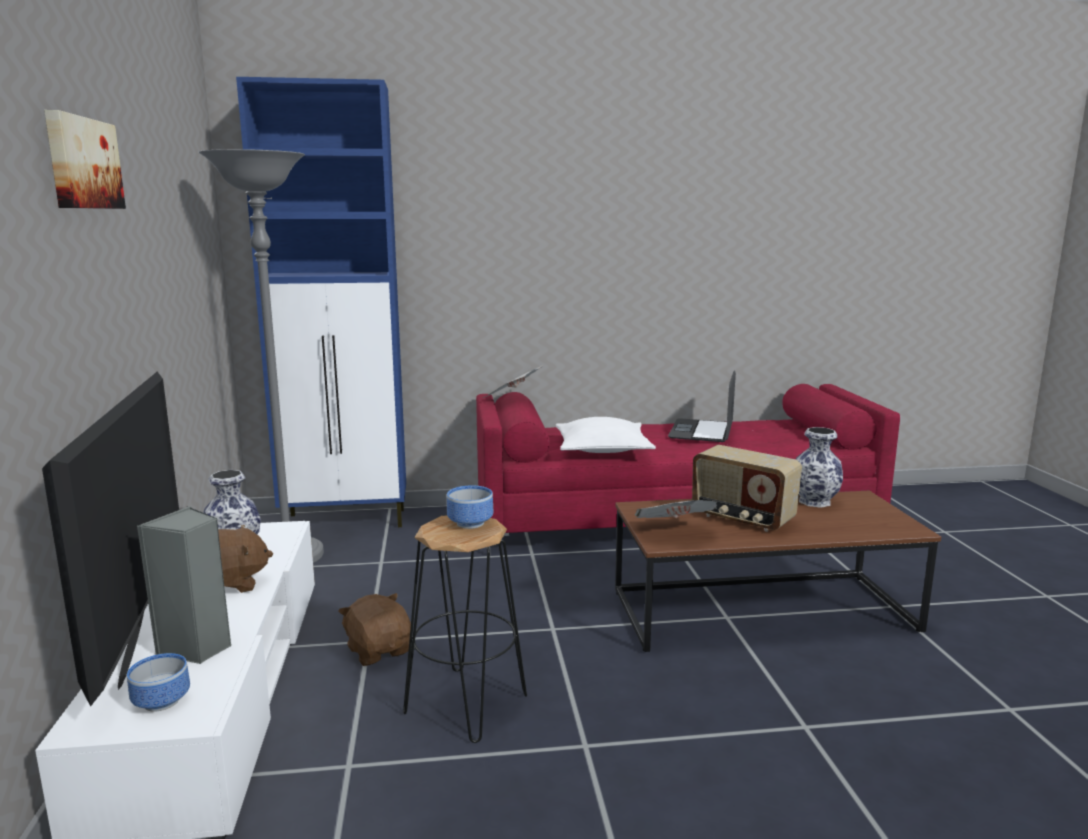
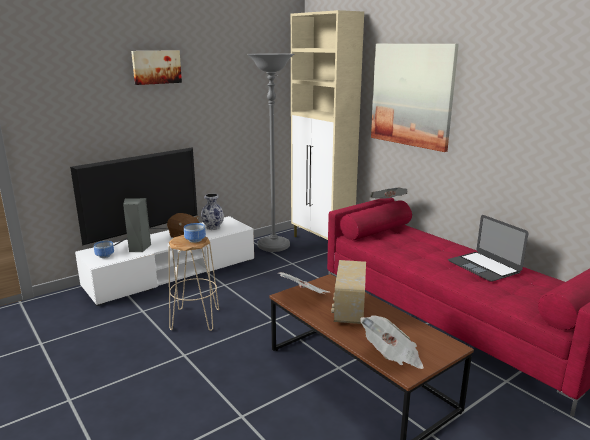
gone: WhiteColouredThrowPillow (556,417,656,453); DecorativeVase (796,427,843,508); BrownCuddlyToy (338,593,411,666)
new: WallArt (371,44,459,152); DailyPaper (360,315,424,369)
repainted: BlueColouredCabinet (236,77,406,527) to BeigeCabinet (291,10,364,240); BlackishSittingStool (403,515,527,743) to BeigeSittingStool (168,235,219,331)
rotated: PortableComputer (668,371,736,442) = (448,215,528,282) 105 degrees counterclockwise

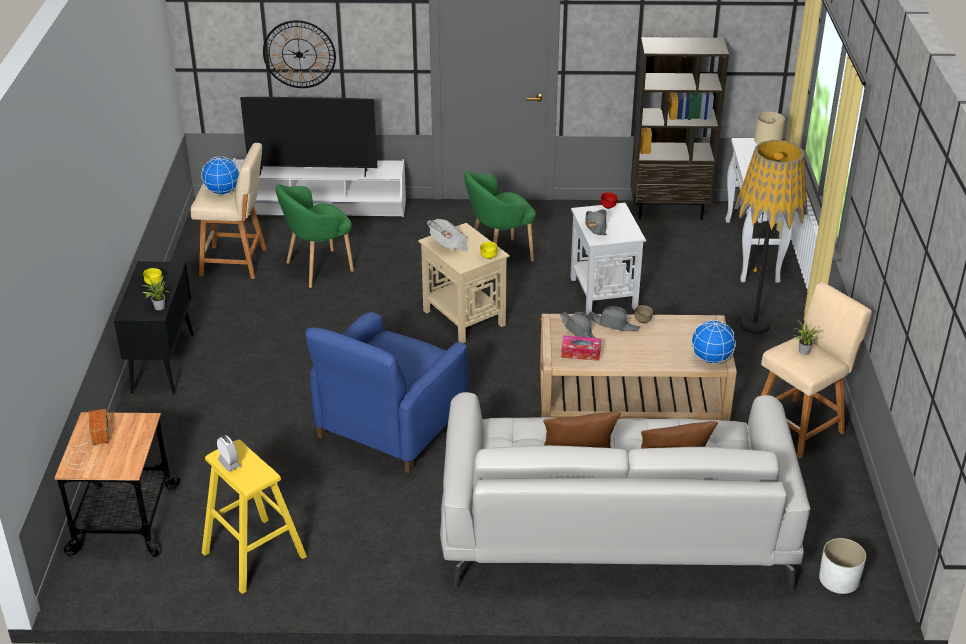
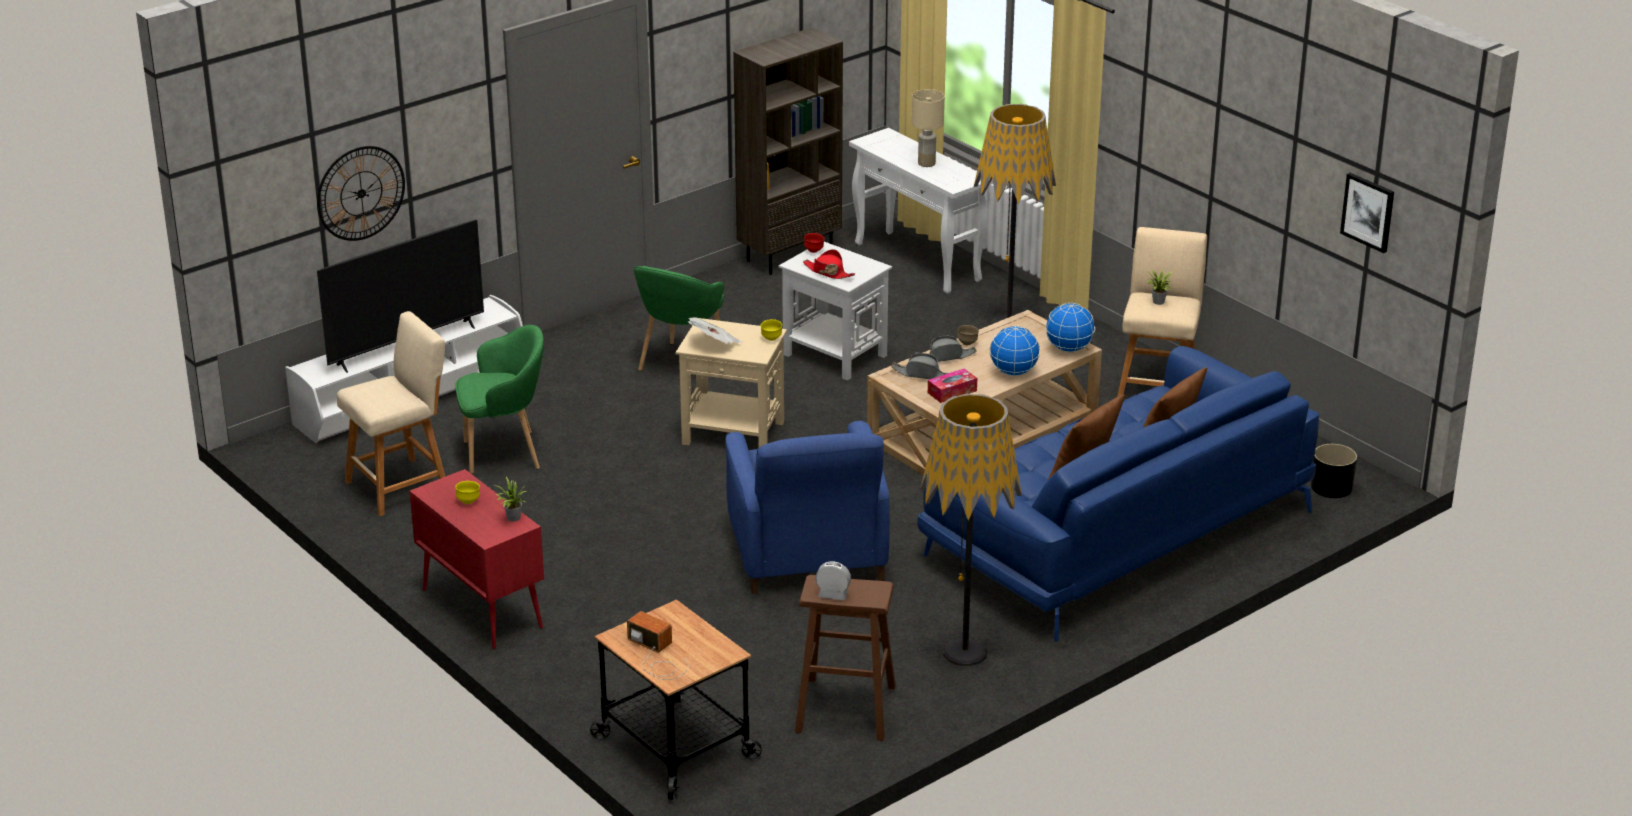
new: WallArt (1340,173,1394,253); FloorLamp (920,394,1022,666)
shifted: DeskGlobe (201,156,239,195) to (990,326,1040,376)
repainted: GreyishWearableHat (585,209,607,235) to ReddishWearableHat (803,249,855,279); BlackishCabinet (114,261,194,394) to ReddishCabinet (409,469,544,649); WhiteColouredCouch (440,392,810,592) to BlueColouredCouch (917,346,1319,642); YellowColouredSittingStool (202,440,307,594) to BrownSittingStool (795,575,896,741); WhiteColouredPlantPot (819,538,866,594) to BlackishPlantPot (1311,444,1357,498)
rotated: GreenArmchair (275,184,354,288) = (455,325,544,474) 120 degrees counterclockwise

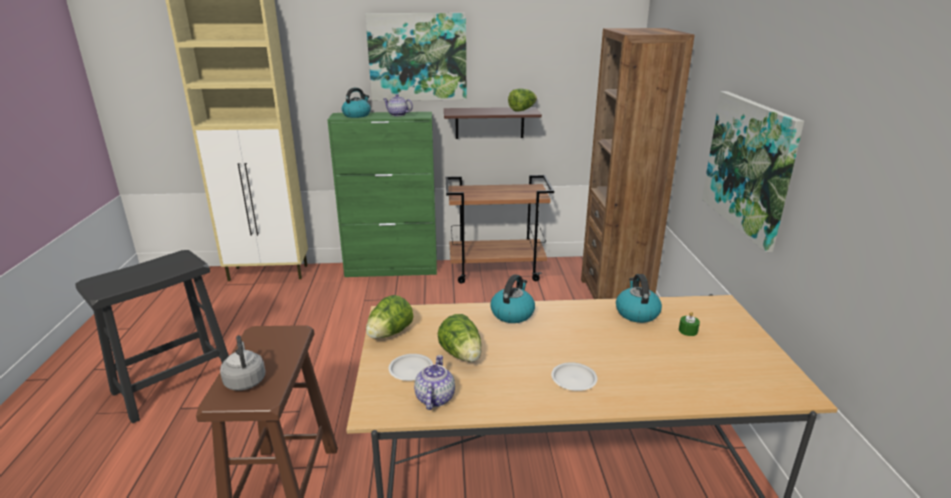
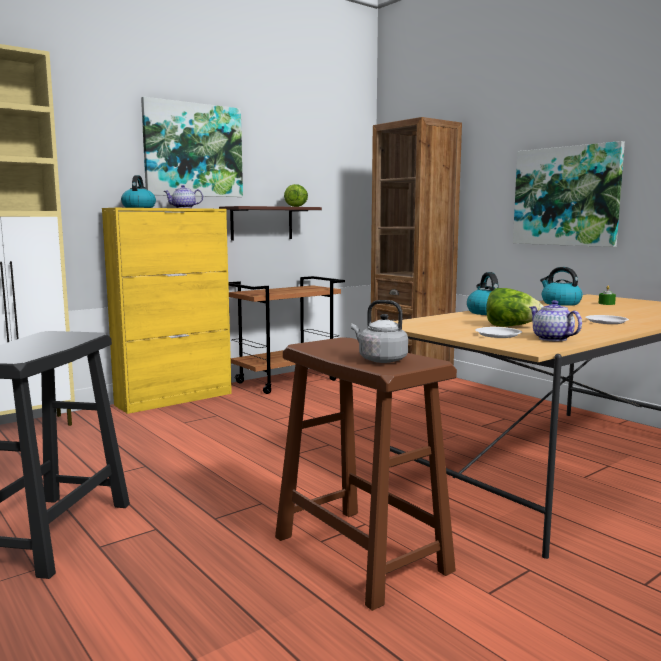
gone: HeadOfLettuce (366,295,413,339)
repainted: GreenCabinet (327,112,437,277) to YellowColouredCabinet (102,208,232,414)

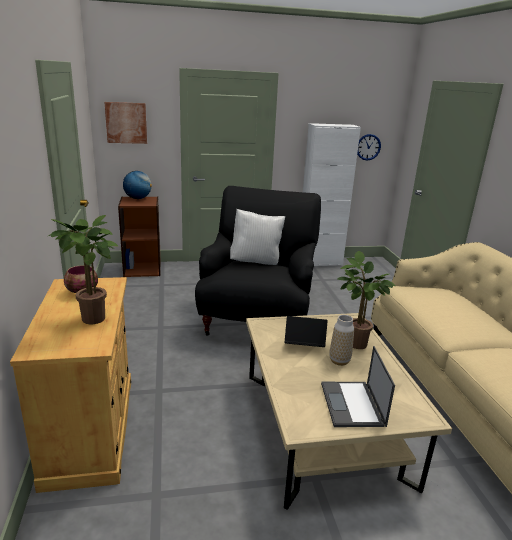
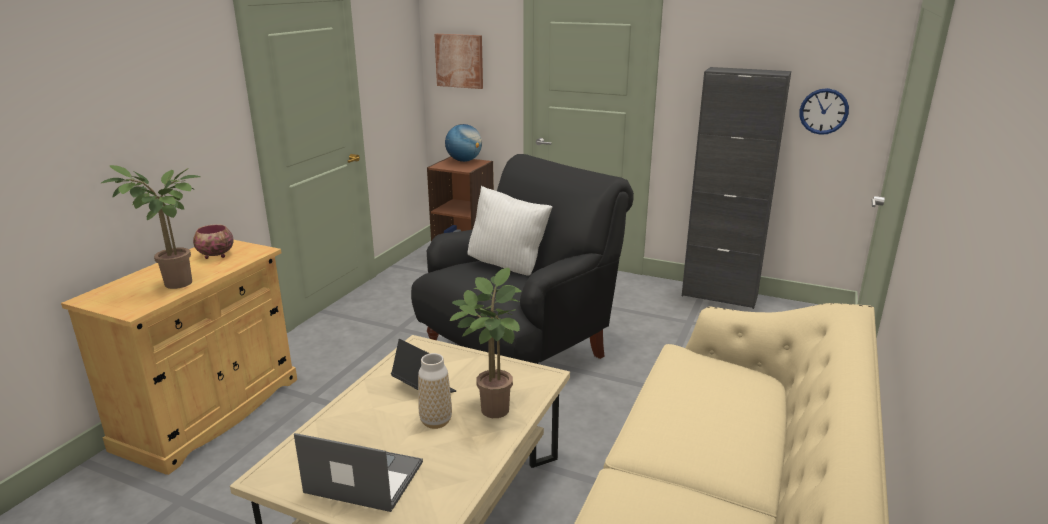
repainted: WhiteColouredCabinet (303,123,361,266) to BlackishCabinet (682,67,791,309)
rotated: PortableComputer (321,346,395,427) = (294,433,423,512) 75 degrees clockwise

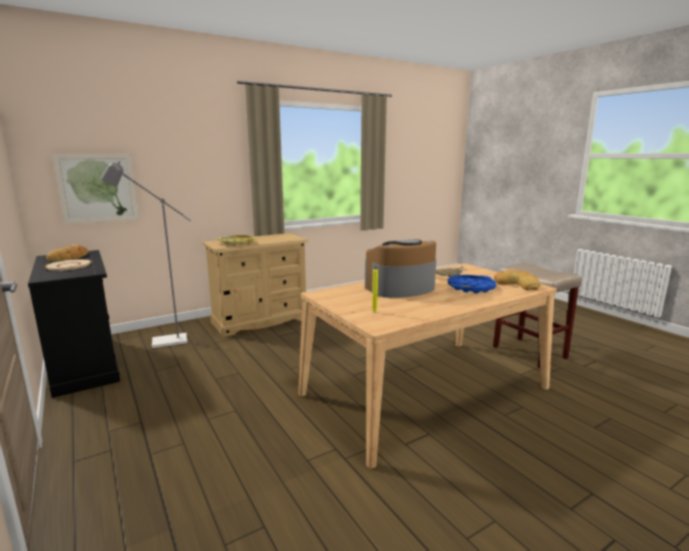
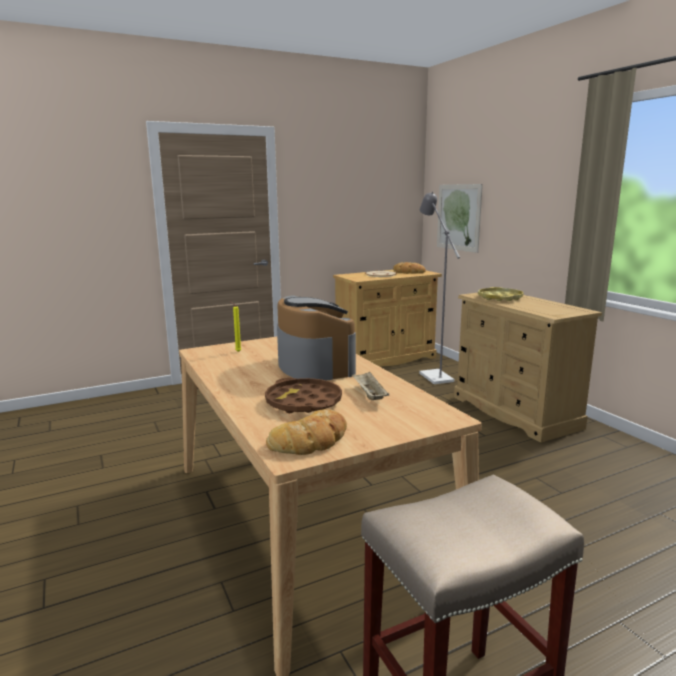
repainted: BlackishCabinet (28,250,120,398) to BeigeCabinet (333,270,442,367); BlueColouredTray (448,275,496,294) to BrownTray (265,378,342,413)

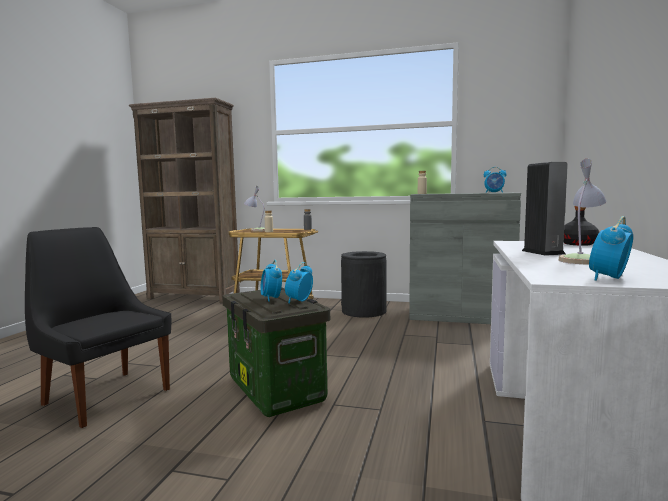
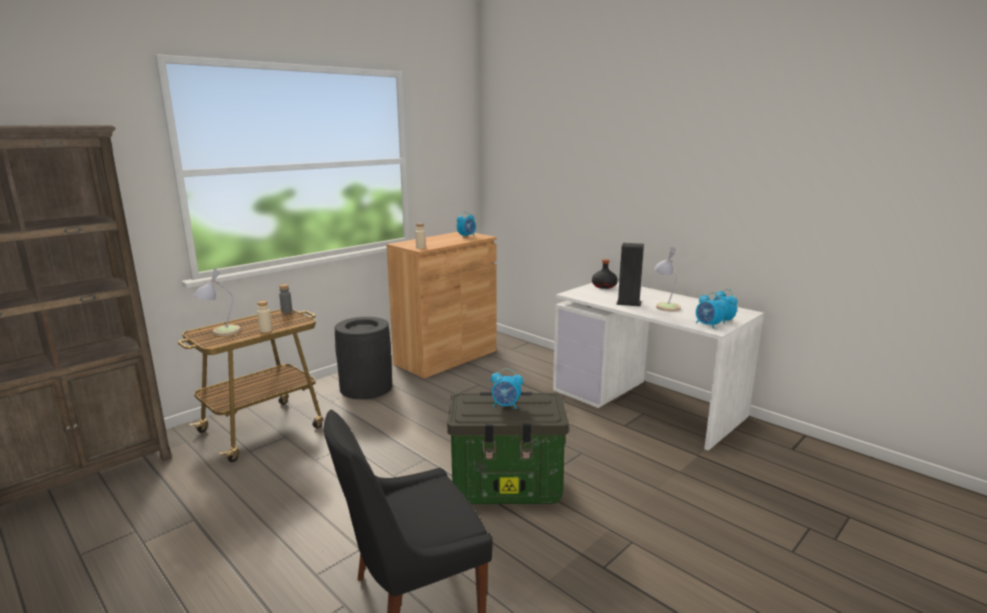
shifted: AlarmClock (285,262,313,304) to (696,292,726,329)
repainted: GreyishCabinet (409,193,521,324) to BrownCabinet (386,232,496,378)

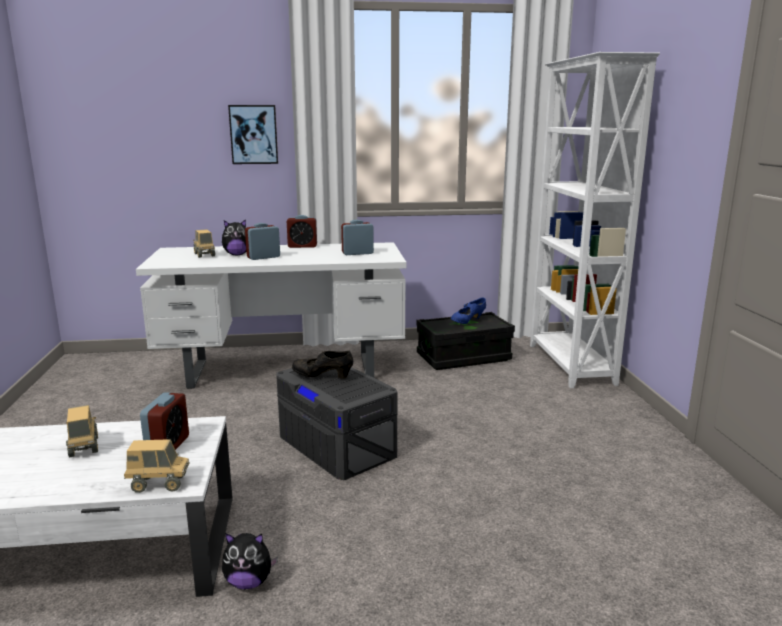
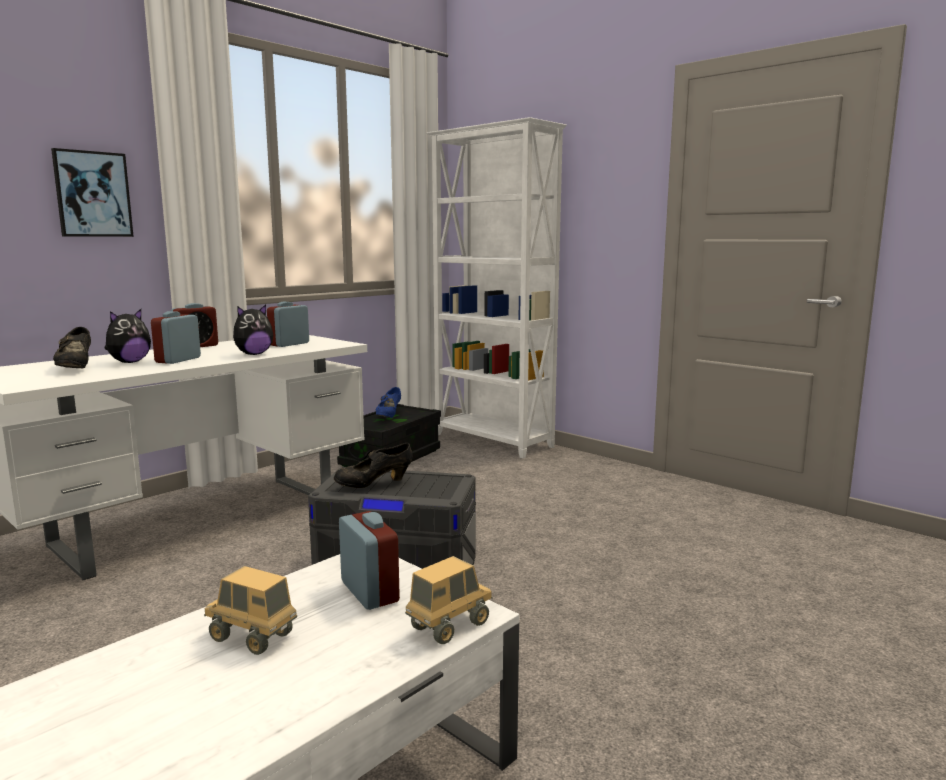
shifted: CuddlyToy (222,533,278,589) to (233,305,273,355)
swapped: ToyLorry (193,229,215,258) to BlackishItemOfFootwear (53,327,91,368)

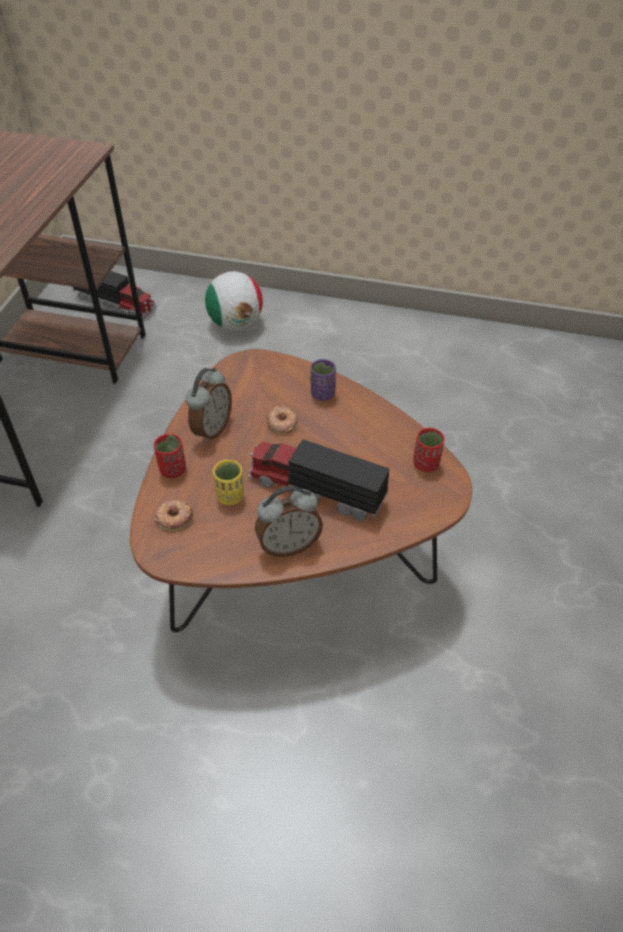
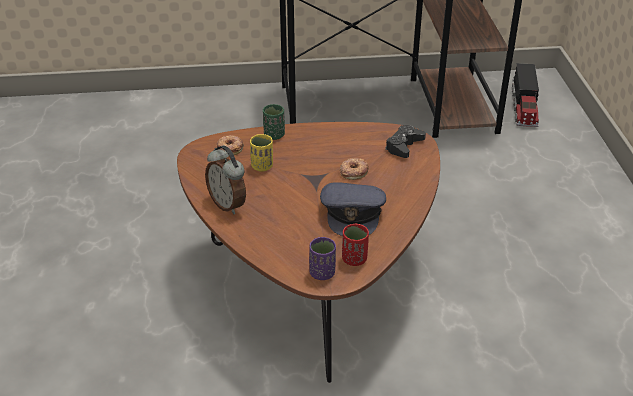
gone: BallForFootball (205,271,263,330); AlarmClock (186,368,232,443); ToyLorry (248,439,390,521)
new: BlackishGameController (385,125,426,158); GreyishCap (320,182,386,236)
shifted: PurplishDrinkingCup (311,359,336,401) to (309,237,336,280)
repainted: ReddishDrinkingCup (154,434,186,478) to GreenDrinkingCup (263,104,285,140)

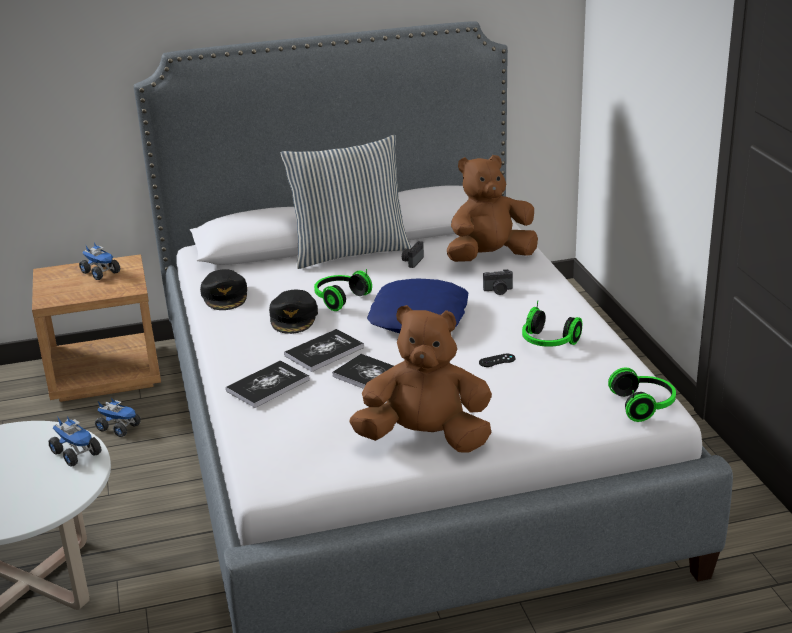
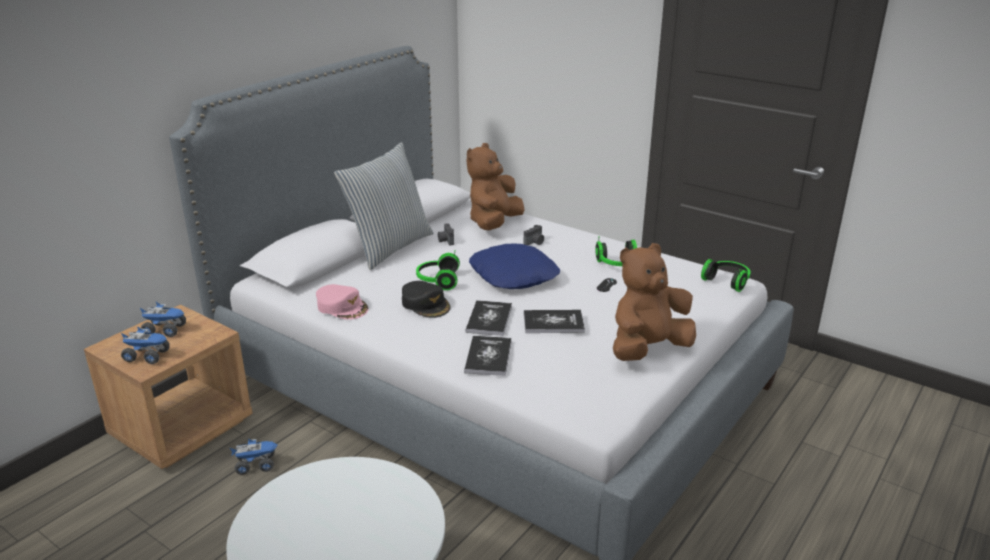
shifted: ToyLorry (49,416,101,467) to (121,326,170,364)
repainted: BlackishCap (200,269,247,310) to PinkishCap (316,284,369,320)

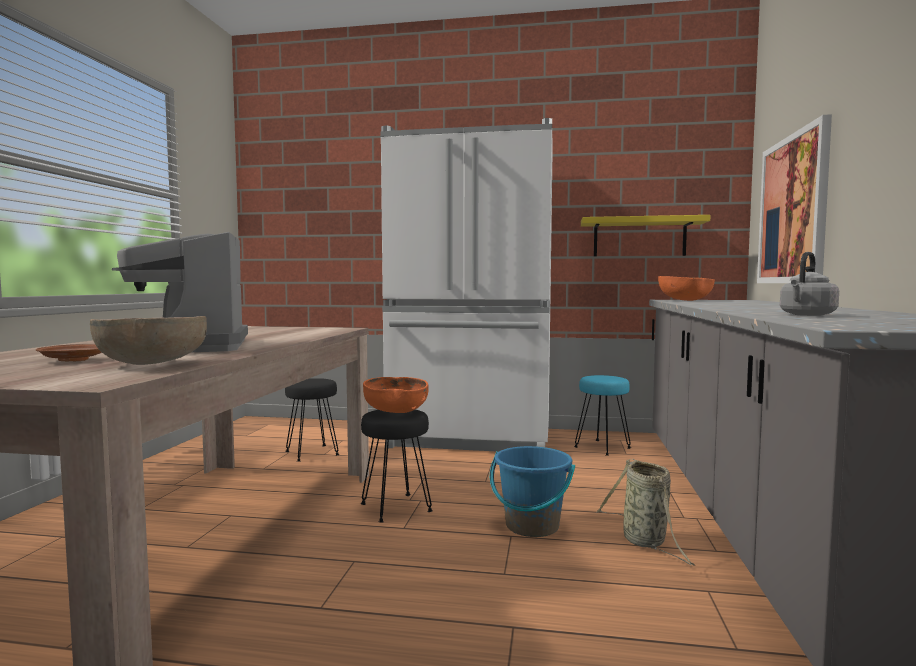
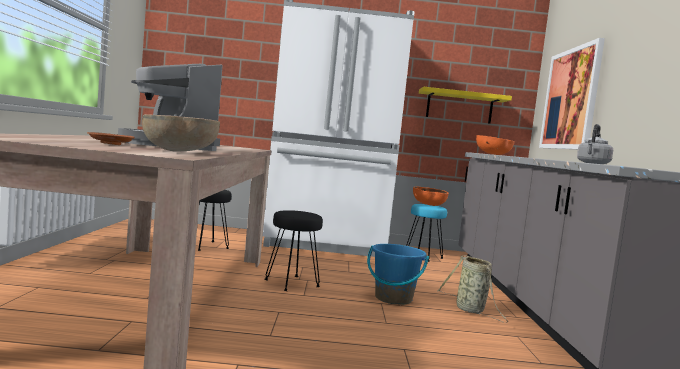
shifted: OrangeyBowl (363,377,429,413) to (413,187,449,206)

